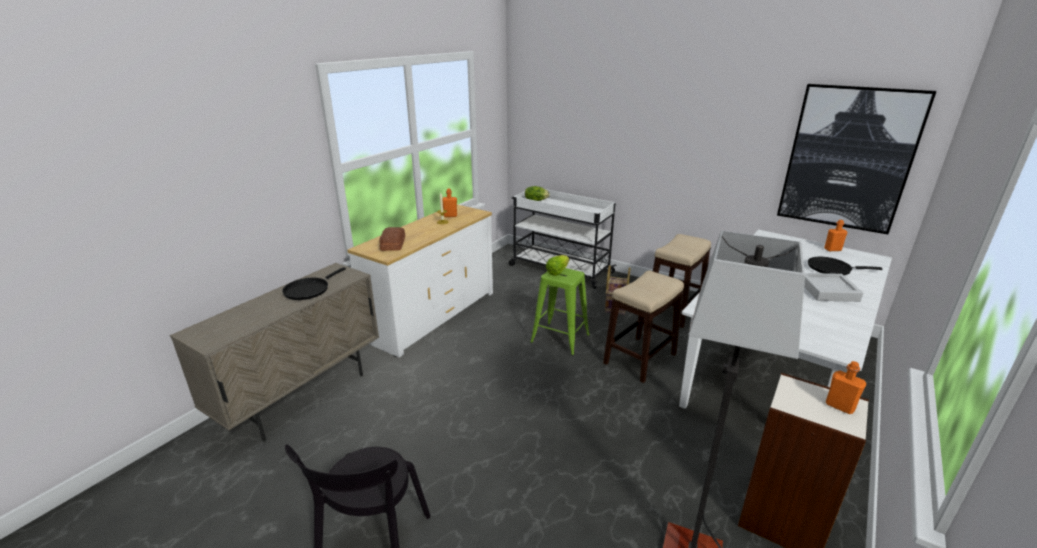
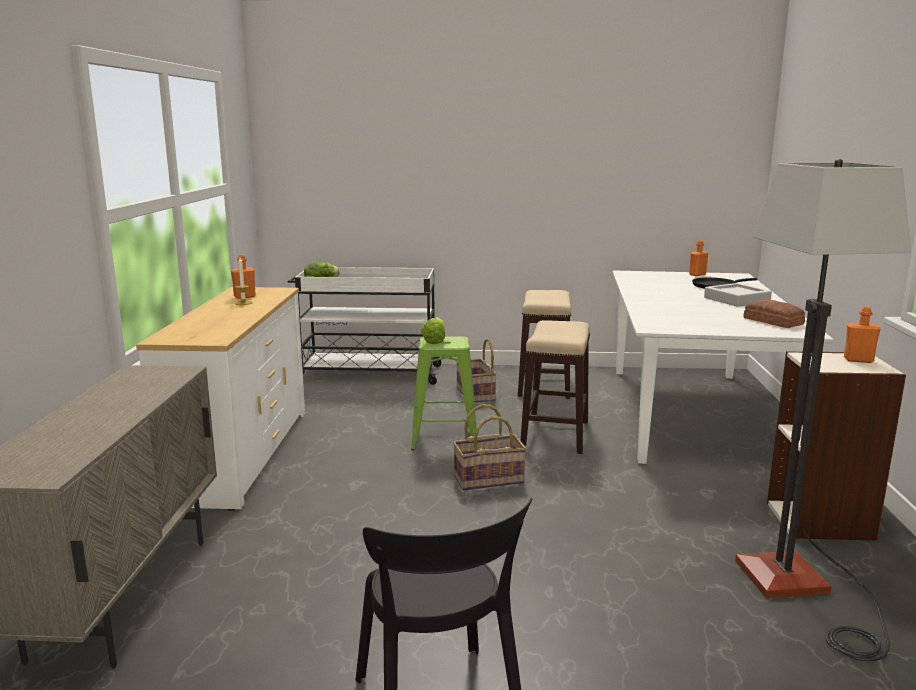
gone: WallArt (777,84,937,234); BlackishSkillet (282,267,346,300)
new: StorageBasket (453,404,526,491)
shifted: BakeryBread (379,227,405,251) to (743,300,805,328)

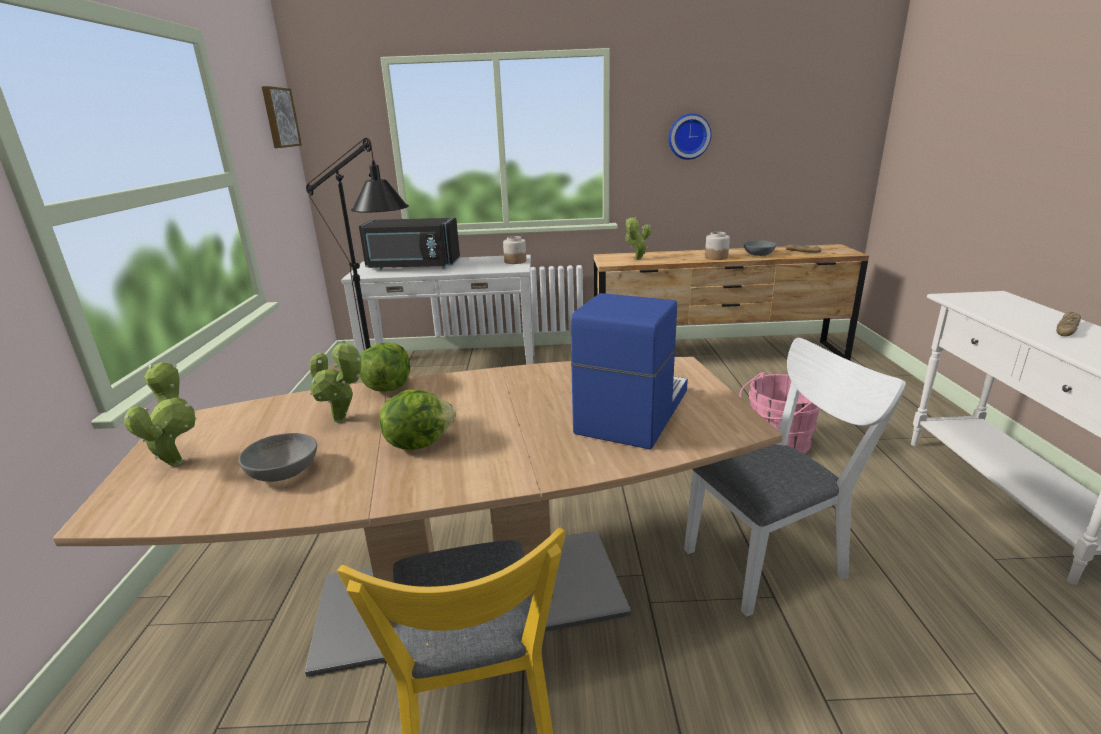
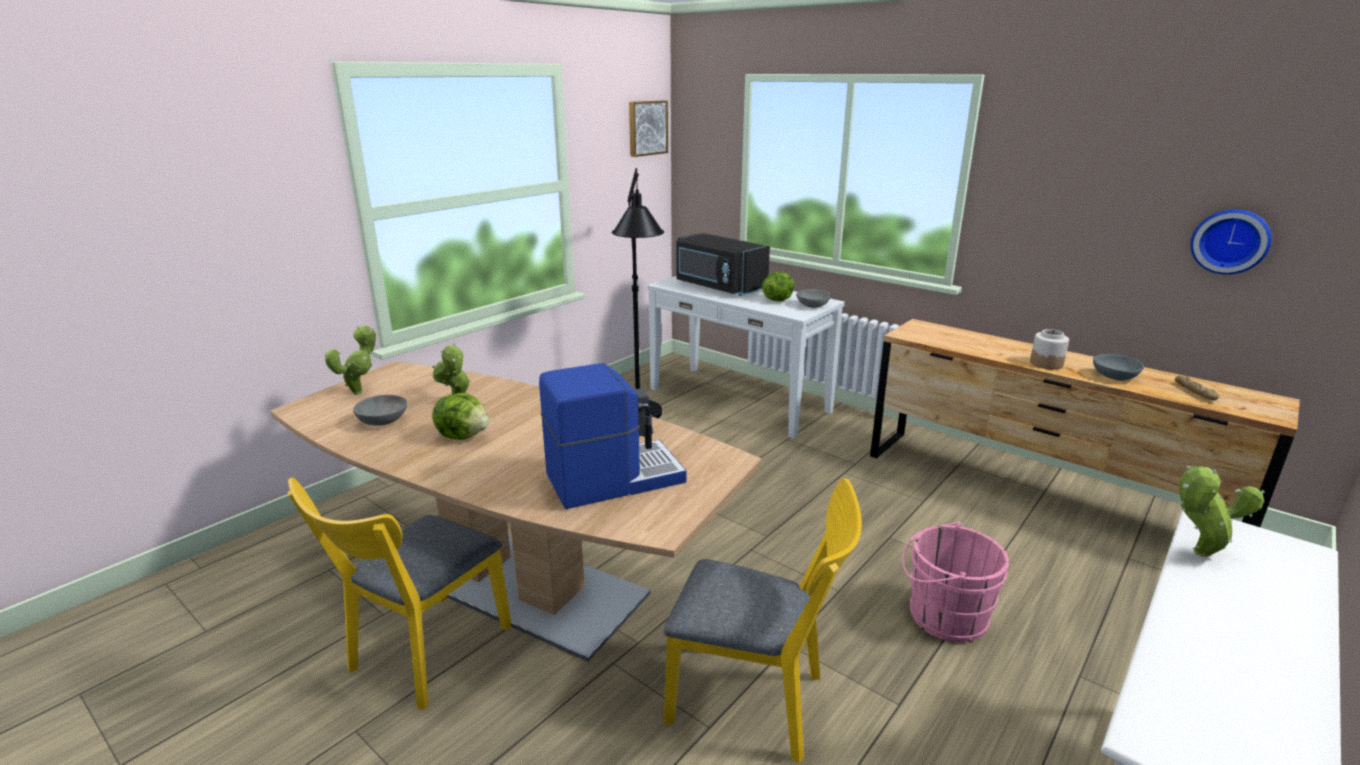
gone: BakeryBread (1056,312,1081,336)
shifted: WallClock (668,113,711,160) to (1190,209,1272,275); PlantInAPot (625,217,651,260) to (1179,466,1265,557); HeadOfLettuce (360,342,410,392) to (762,272,794,302)
swapped: PreserveJar (503,236,526,264) to GreyishBowl (796,289,831,308)
repainted: WhiteColouredUprightChair (684,338,906,617) to YellowColouredUprightChair (664,478,862,764)

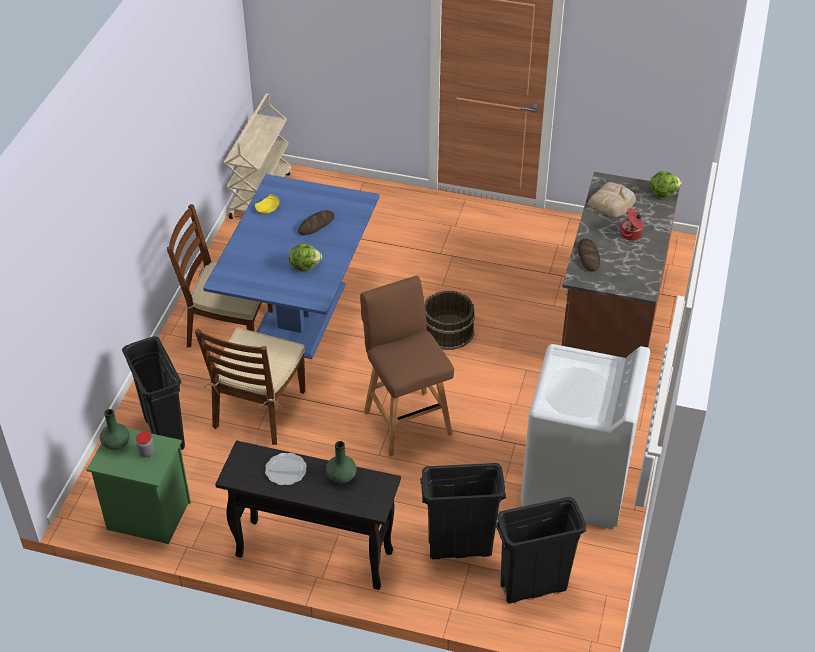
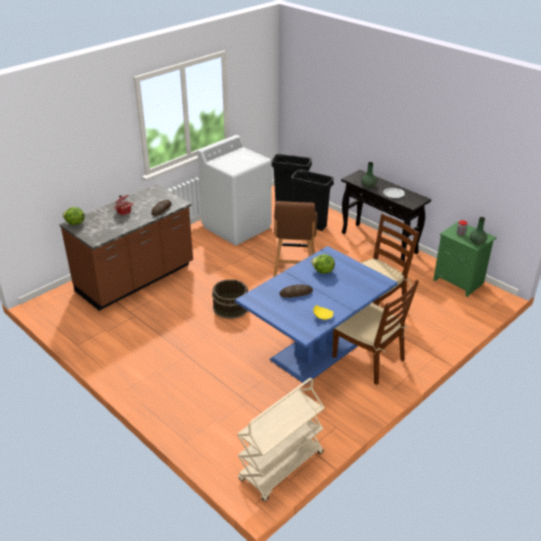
gone: BakeryBread (588,182,636,217); BlackishRubbishBin (122,336,185,450)

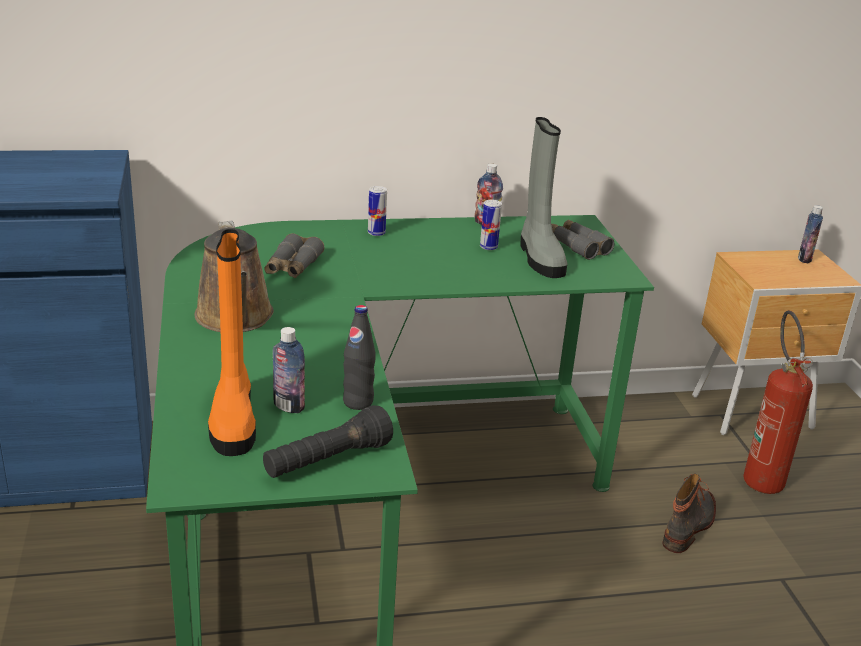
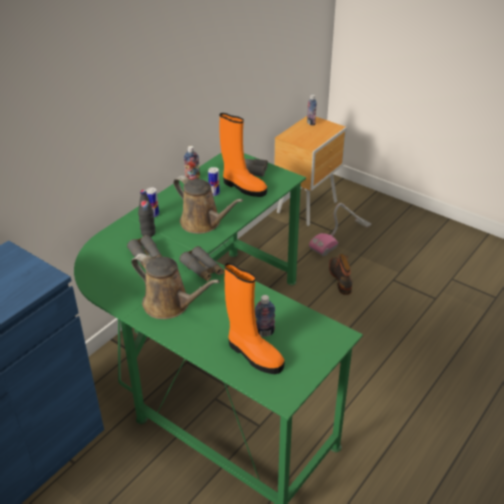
gone: BlackishFlashlight (263,405,393,478)
new: BrownSprinklingCan (174,176,243,234); GreyishFieldGlasses (180,246,224,282)
shifted: BlackishDrinkBottle (343,305,376,410) to (138,190,155,237)
swapped: FireFightingCylinder (743,310,813,494) to Vacuum (309,203,371,256)
repainted: GreyishBoot (520,117,567,278) to OrangeyBoot (220,113,267,197)

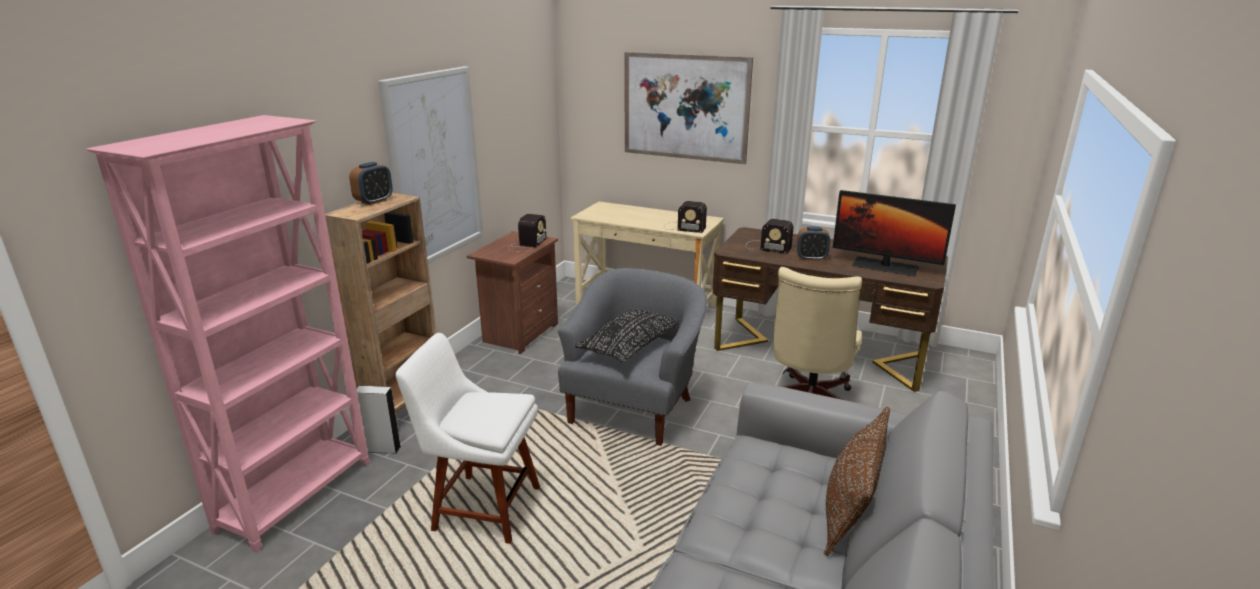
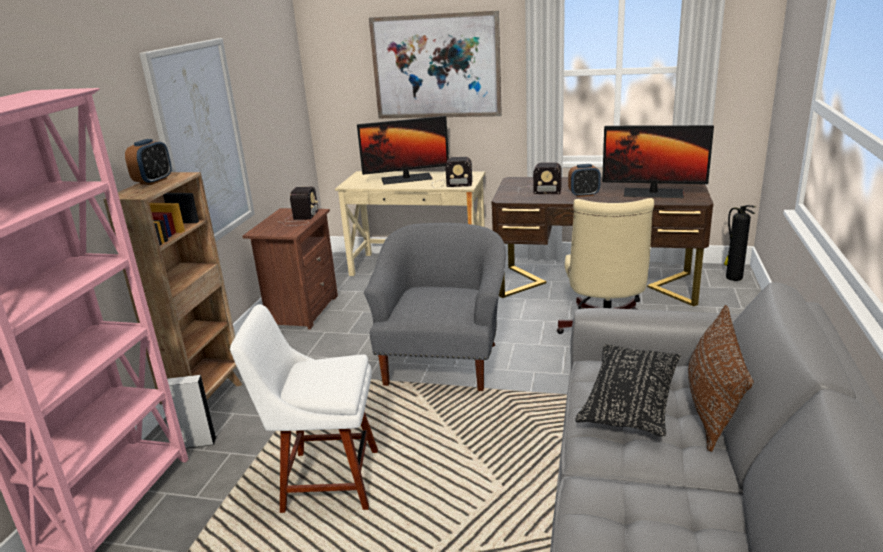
new: ComputerScreen (357,116,449,185); FireFightingCylinder (724,205,756,281)
shifted: BlackishThrowPillow (575,310,679,363) to (575,344,681,437)

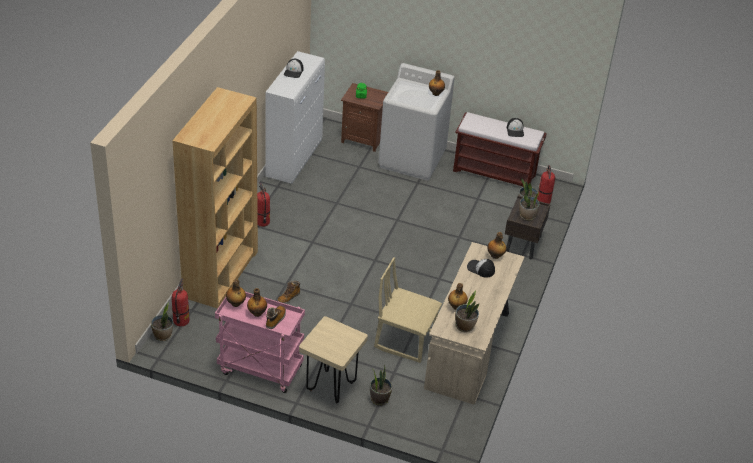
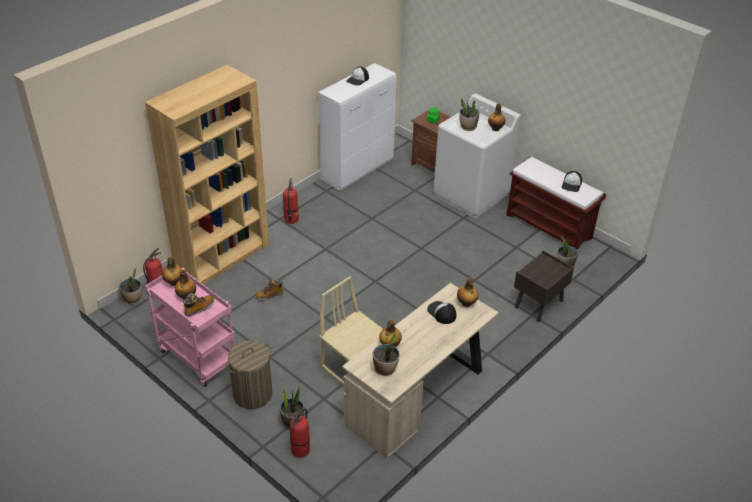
shifted: FireFightingCylinder (537,165,555,204) to (290,409,310,458); PlantInAPot (519,192,539,220) to (459,99,479,131)
swapped: BeigeSittingStool (299,316,368,403) to WashingBasket (225,341,272,409)

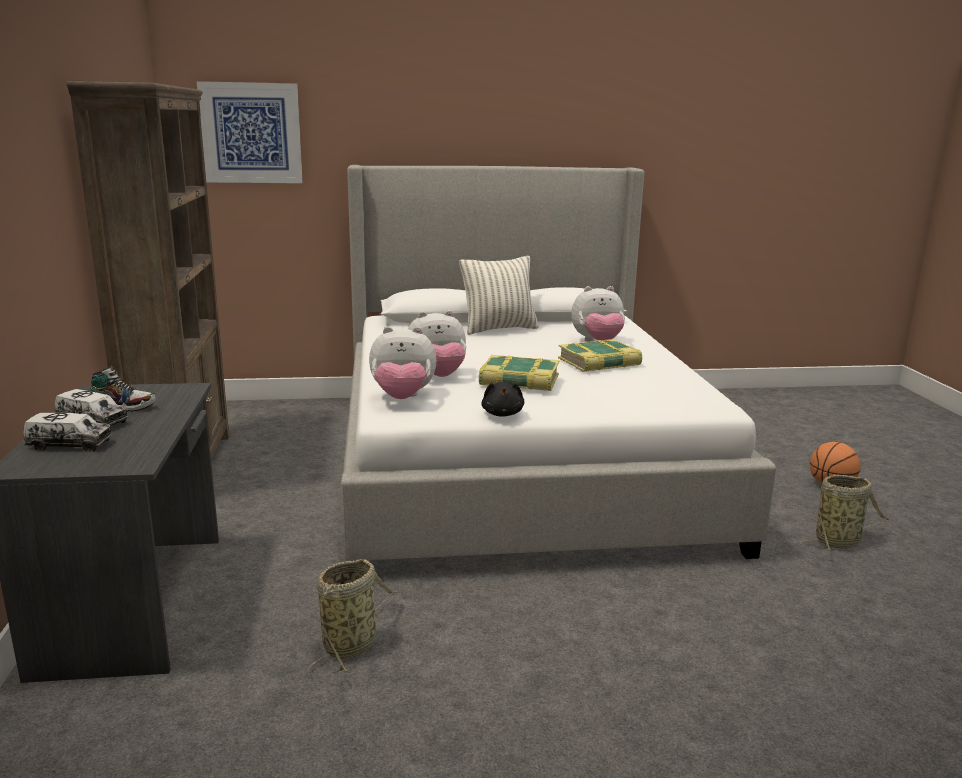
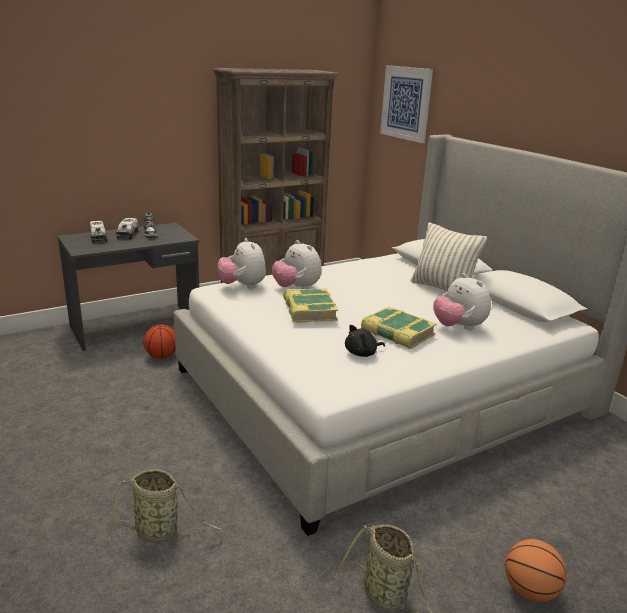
new: BasketballBall (143,325,176,359)
shifted: BlackishCuddlyToy (481,382,524,417) to (345,325,385,357); StorageBasket (308,559,398,675) to (109,469,221,543)

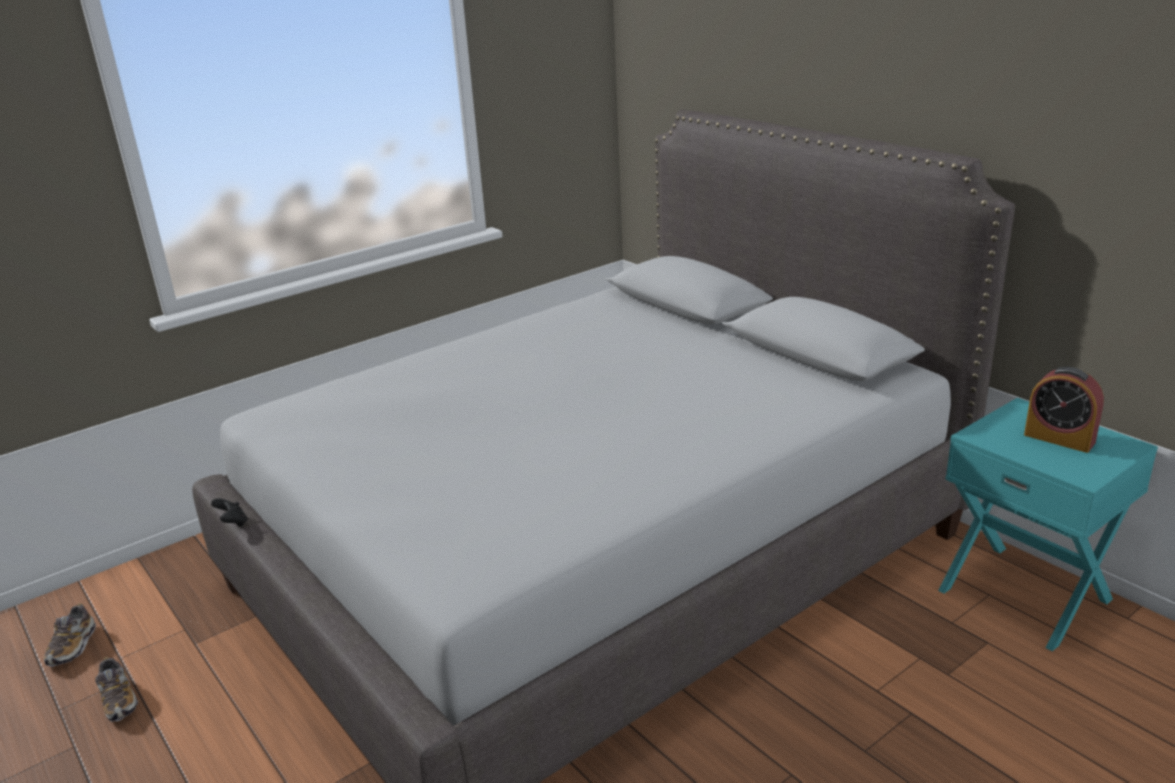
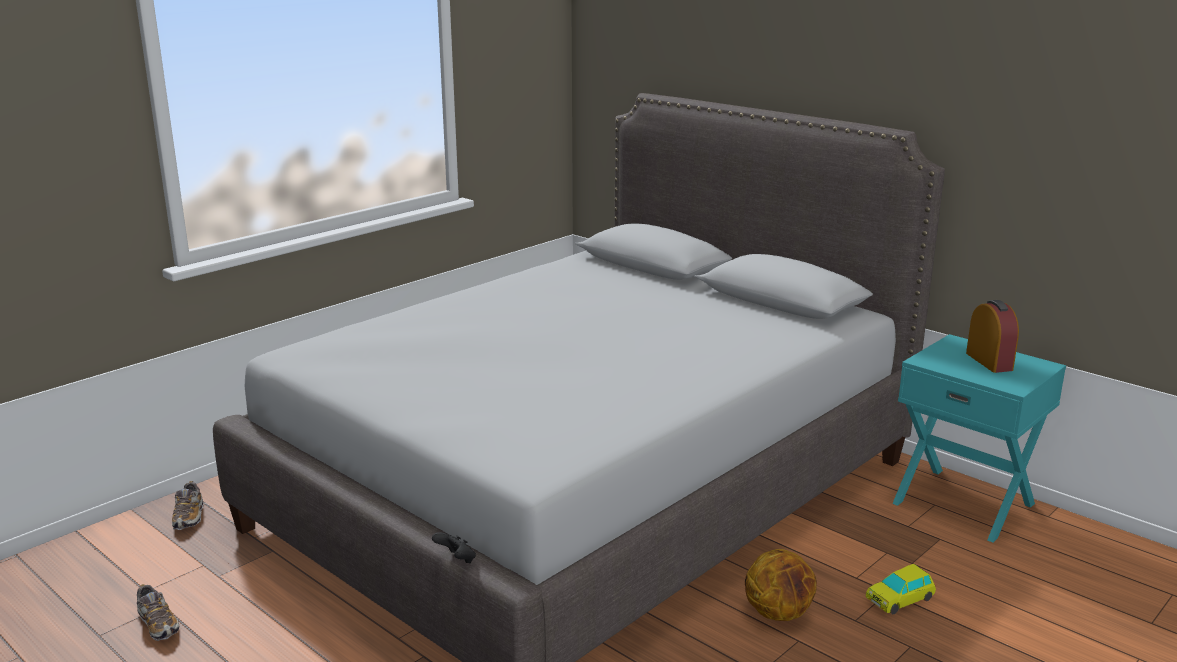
new: BasketballBall (745,549,817,621); MiniatureCar (866,564,936,614)
shifted: BlackishGameController (211,498,248,527) to (432,532,476,563); ItemOfFootwear (44,604,96,667) to (172,481,204,530)
rotated: AlarmClock (1024,367,1104,453) = (966,300,1019,373) 135 degrees counterclockwise

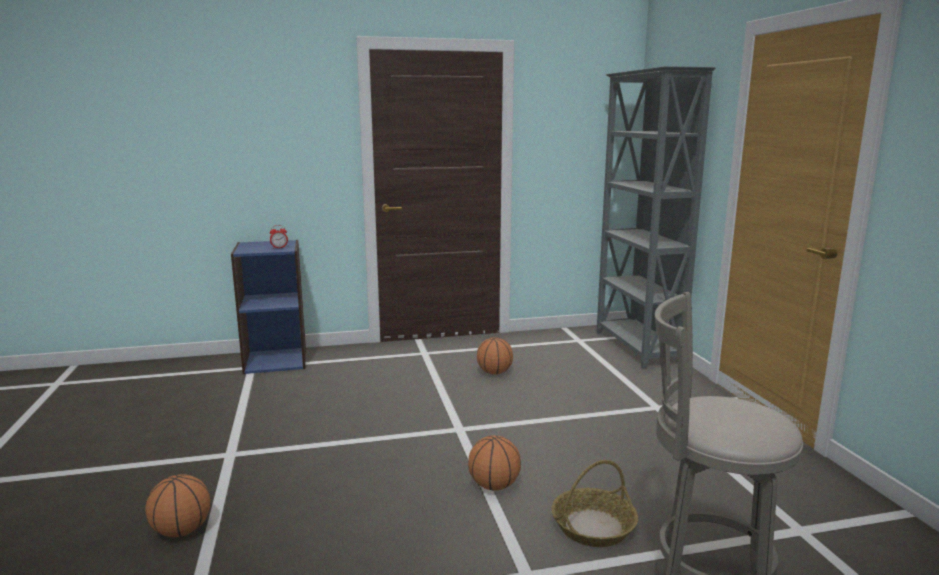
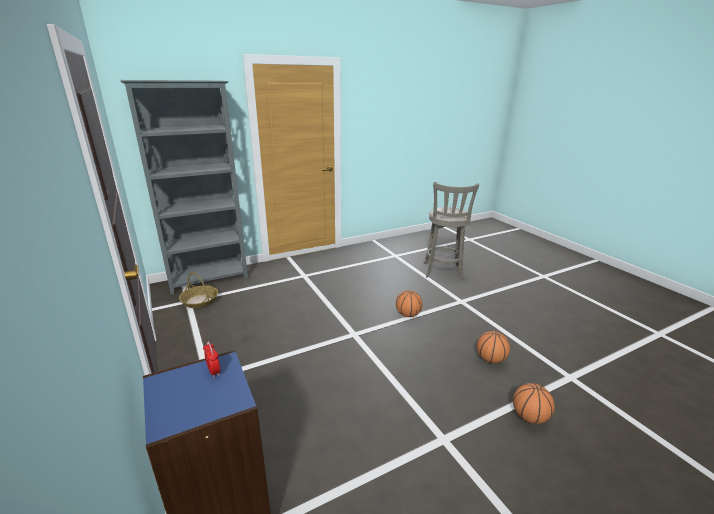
shifted: BasketballBall (477,337,513,375) to (477,331,510,363); StorageBasket (551,460,638,547) to (179,272,218,308)

